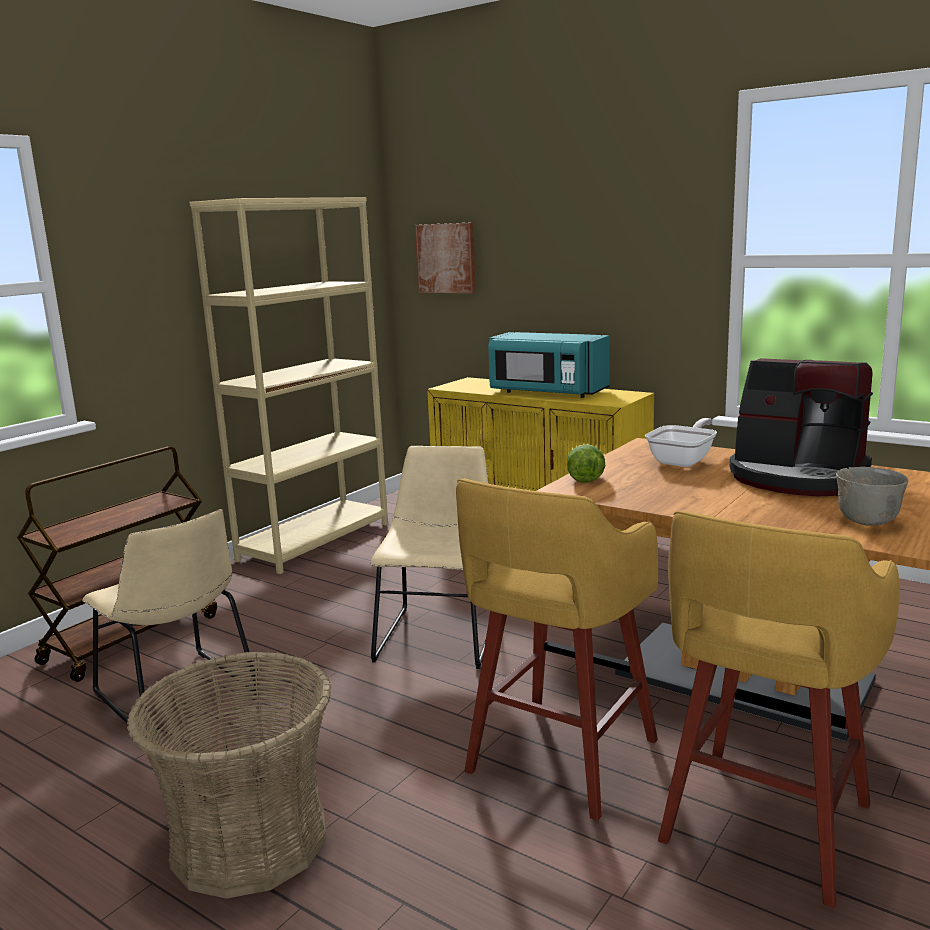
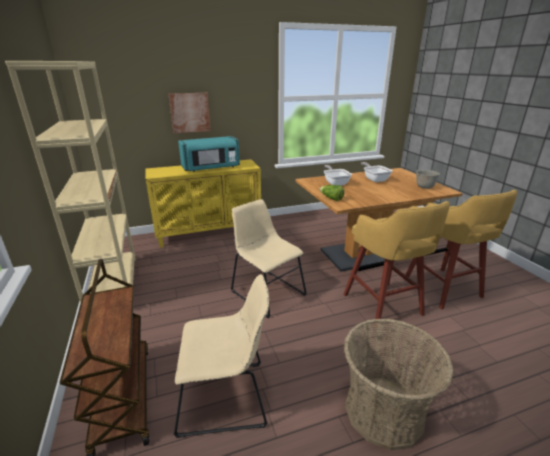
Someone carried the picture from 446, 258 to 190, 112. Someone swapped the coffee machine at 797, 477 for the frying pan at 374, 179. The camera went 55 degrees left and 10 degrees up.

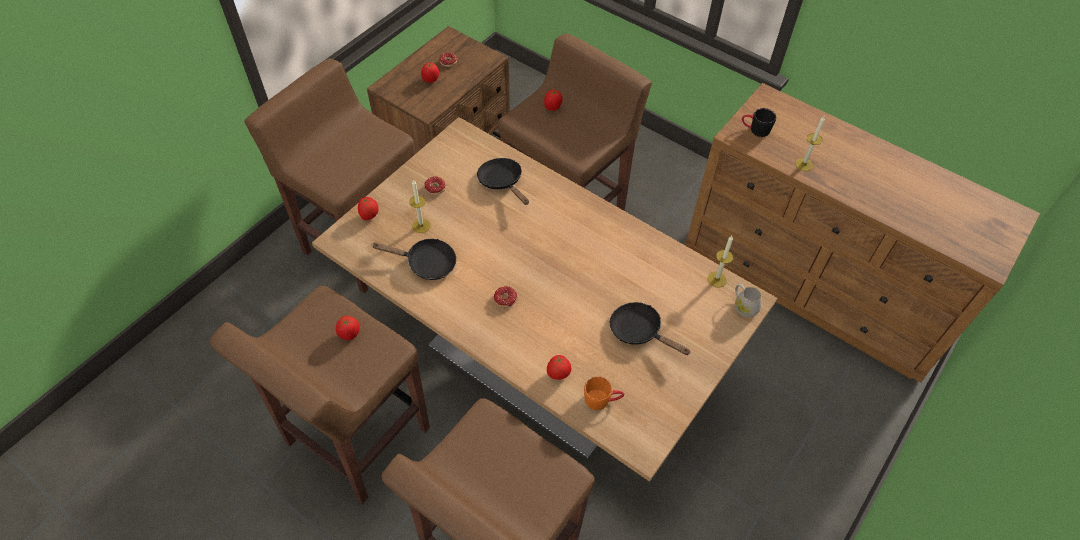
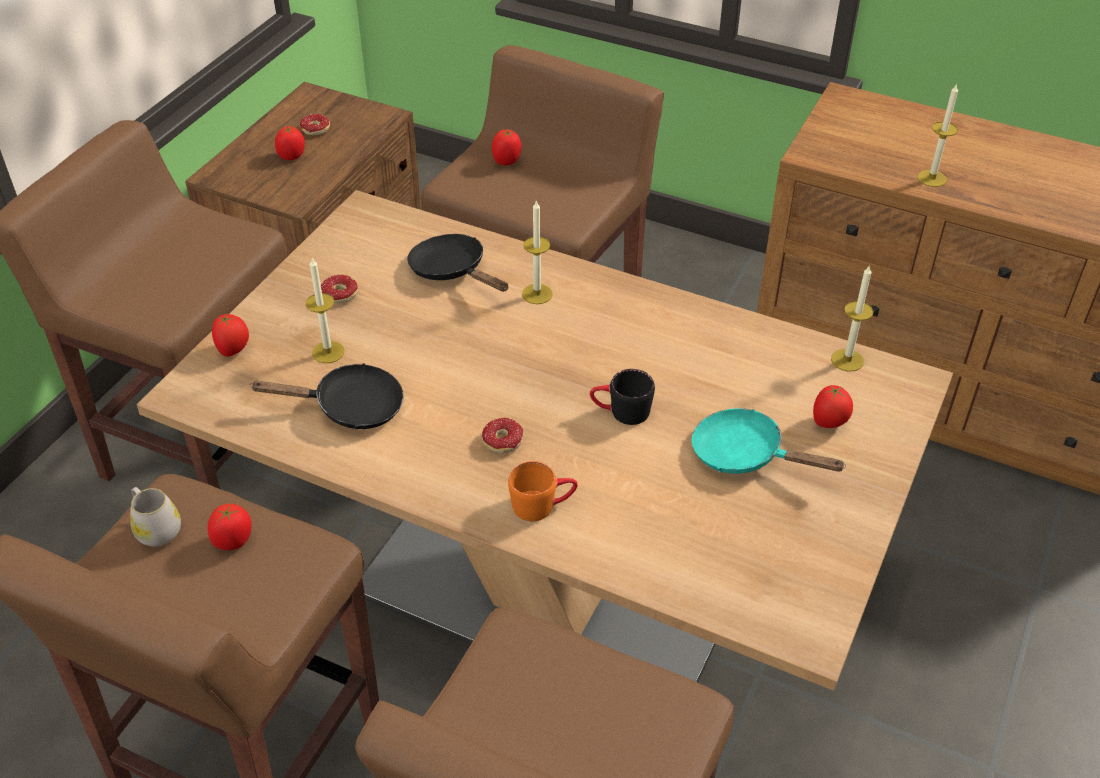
Someone put down the candle at 537, 294. Someone carried the tomato from 558, 374 to 829, 423. Someone carried the orange mug from 602, 399 to 543, 505. Someone carried the white mug from 743, 306 to 156, 528. Someone carried the black mug from 755, 129 to 621, 412. Someone repainted the black frying pan at 639, 331, which became the turquoise frying pan at 745, 454. The camera went 10 degrees left and 10 degrees down.

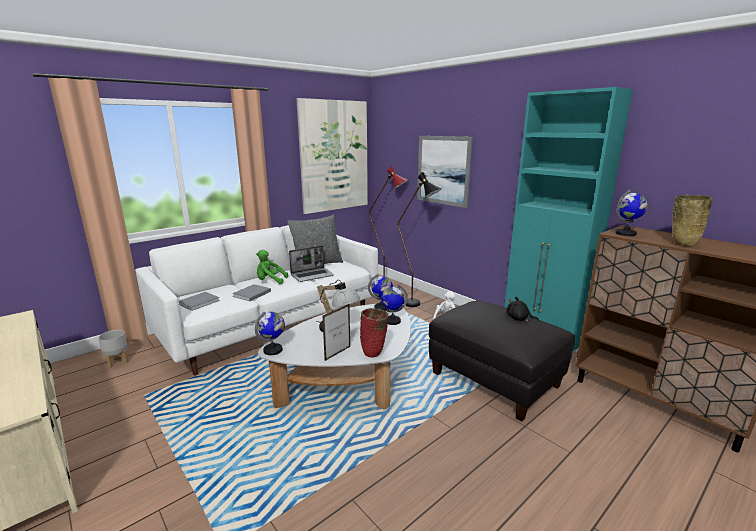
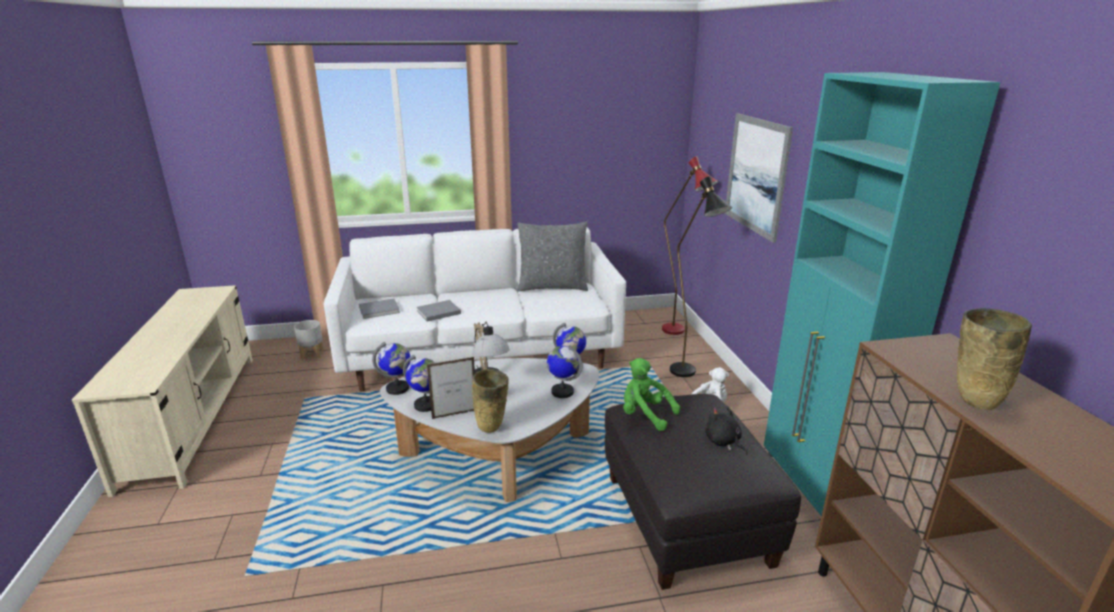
Someone took away the laptop at 312, 275. Someone took away the picture at 334, 156. Someone carried the green plush toy from 270, 281 to 645, 415. Someone carried the globe from 626, 234 to 426, 405. Someone repainted the red vase at 374, 354, which became the beige vase at 491, 428. The camera went 30 degrees right and 5 degrees up.

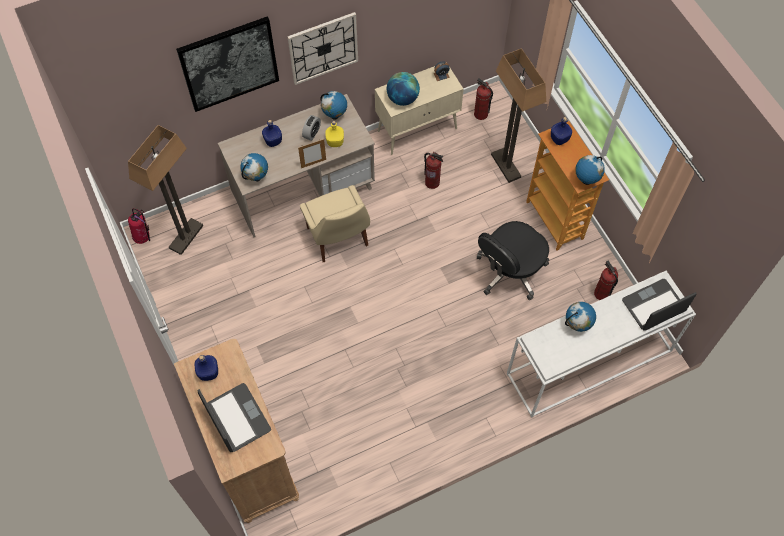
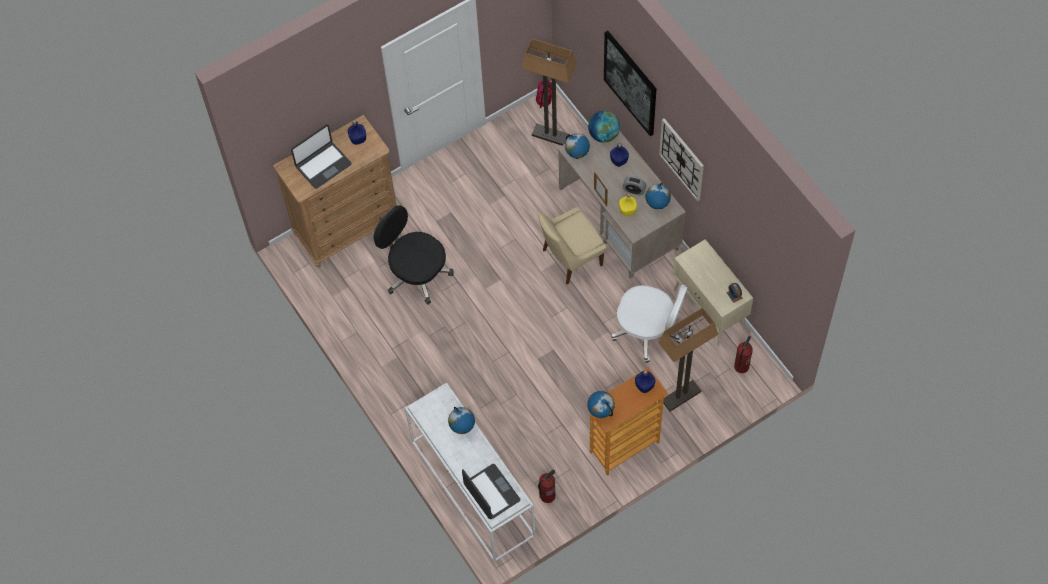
Someone carried the globe from 402, 98 to 603, 135. Someone carried the black office chair from 509, 271 to 416, 273. Someone swapped the fire extinguisher at 432, 182 for the white office chair at 648, 331. The camera went 85 degrees right and 0 degrees up.

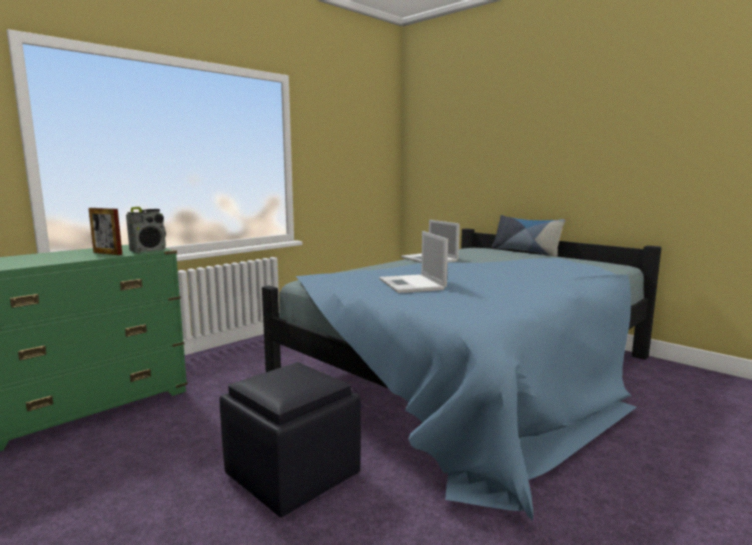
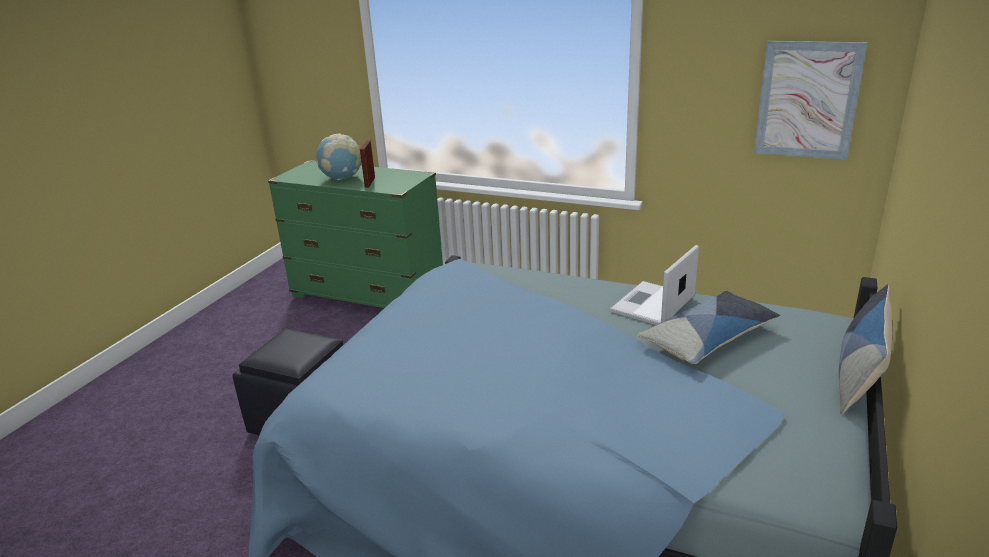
Someone took away the radio at 149, 250. Someone took away the laptop at 412, 284. Someone put down the globe at 342, 178. Someone put down the pillow at 709, 339. Someone put up the picture at 807, 100. The camera went 70 degrees right and 15 degrees up.

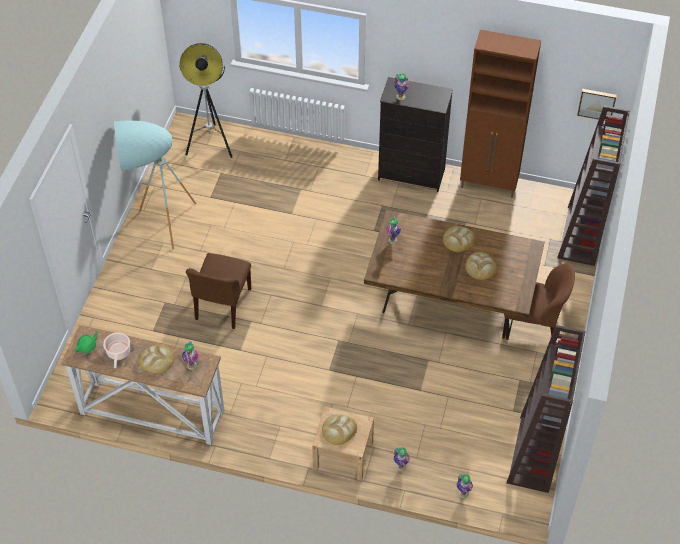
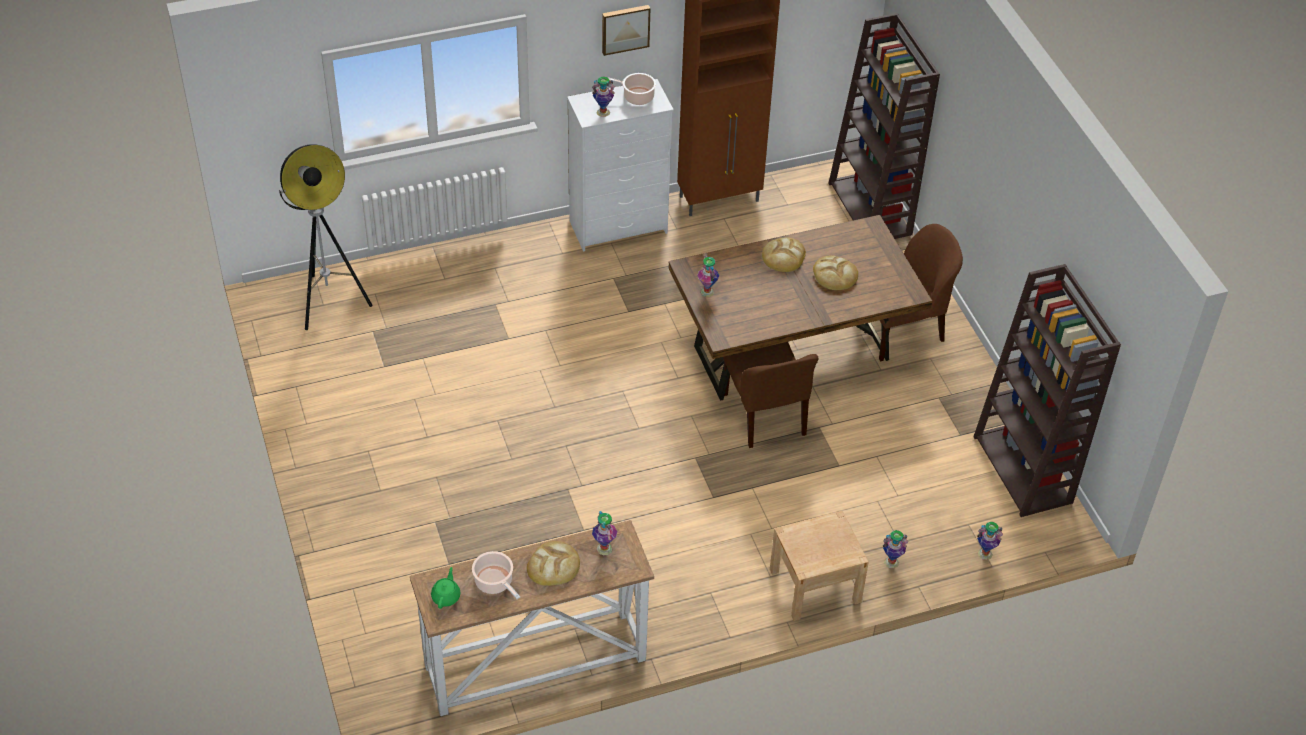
Someone took away the turquoise floor lamp at 157, 222. Someone took away the bread at 339, 430. Someone put down the cooking pot at 636, 97. Someone carried the brown chair from 222, 305 to 765, 416. Someone carried the picture from 597, 103 to 625, 28. Someone repainted the black dresser at 412, 175, which became the white dresser at 619, 227. The camera went 35 degrees left and 5 degrees down.

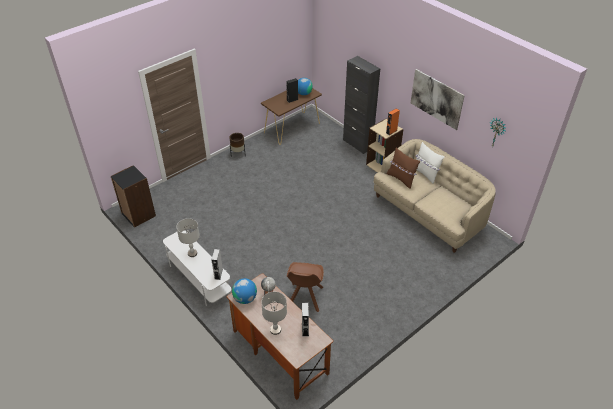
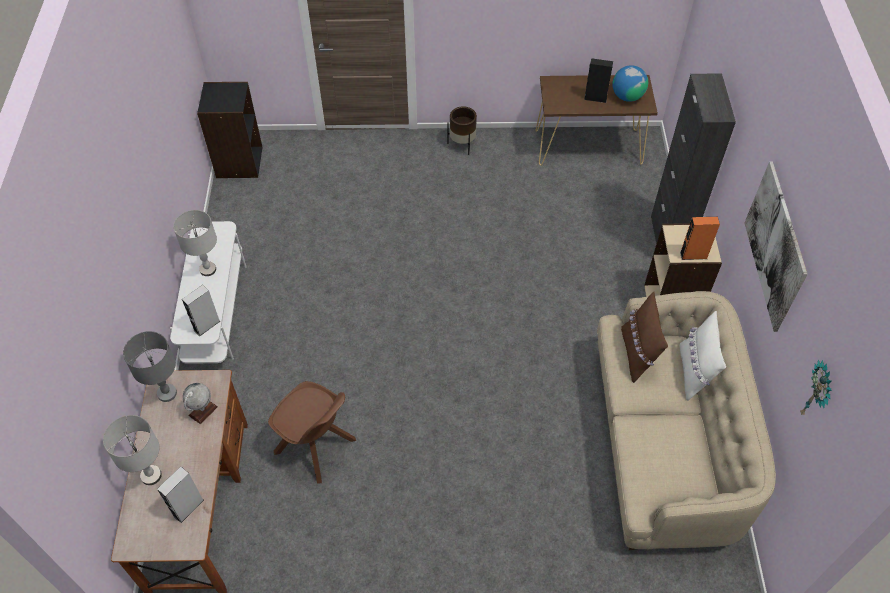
Someone swapped the globe at 245, 298 for the grey table lamp at 167, 393. Someone rotated the brown chair at 305, 298 by 105 degrees counterclockwise. The camera went 40 degrees right and 10 degrees up.

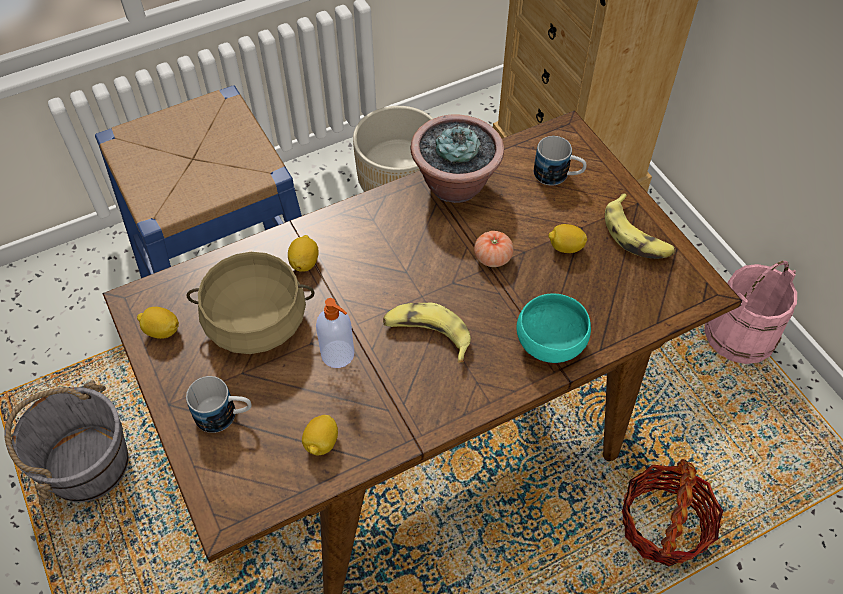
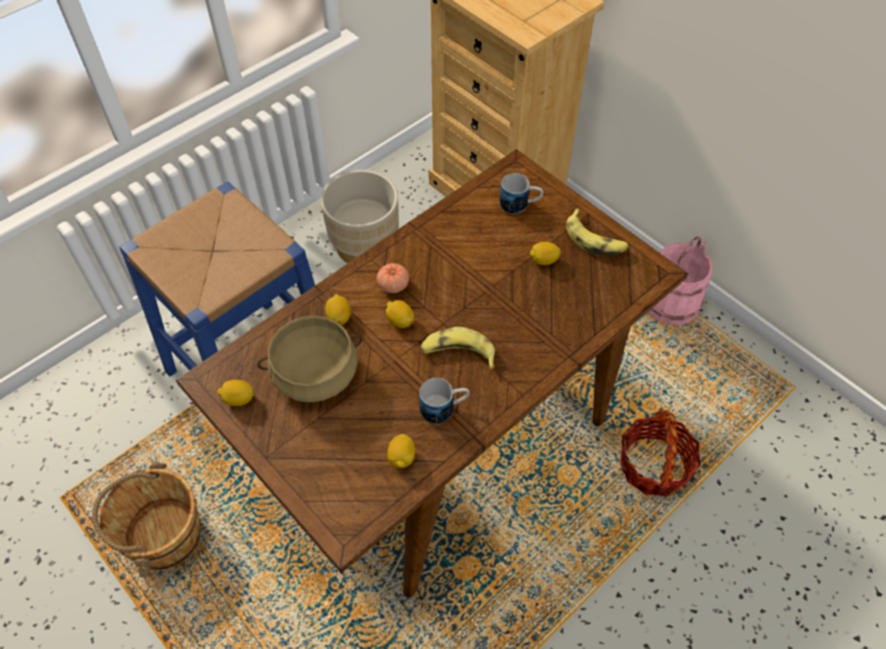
Someone took away the soap dispenser at 338, 355. Someone took away the potted plant at 455, 185. Someone took away the turquoise bowl at 549, 344. Someone put down the lemon at 400, 321. Someone carried the mug from 225, 415 to 444, 408. Someone carried the tomato from 492, 257 to 393, 285. Someone repainted the grey bucket at 86, 464, which became the brown bucket at 163, 535. The camera went 15 degrees left and 0 degrees up.

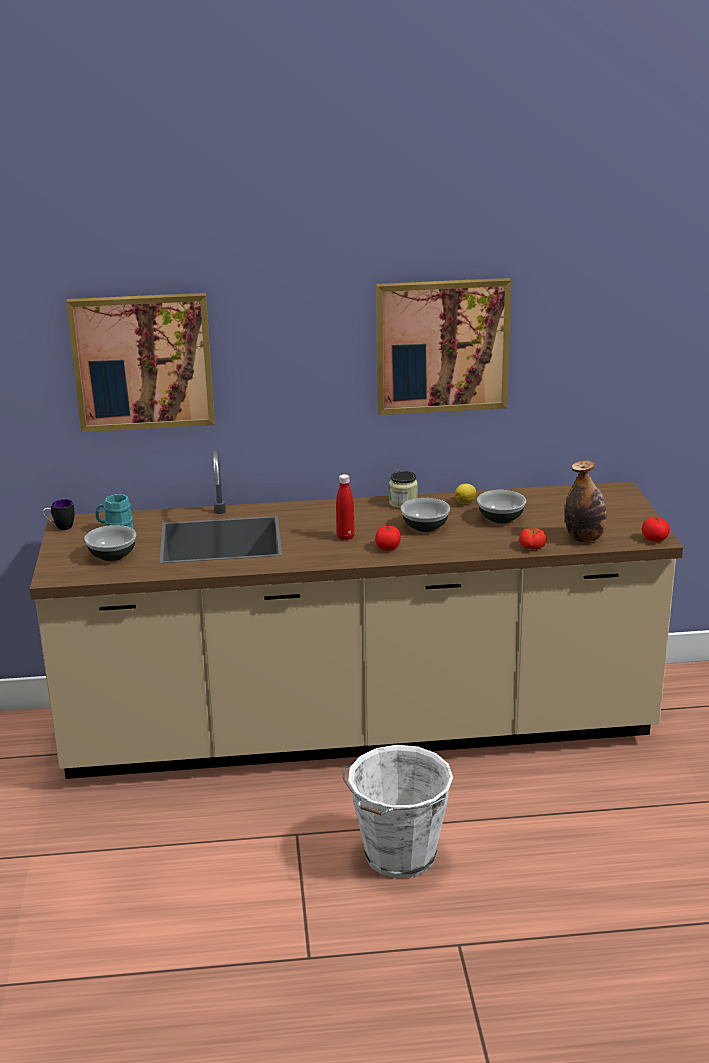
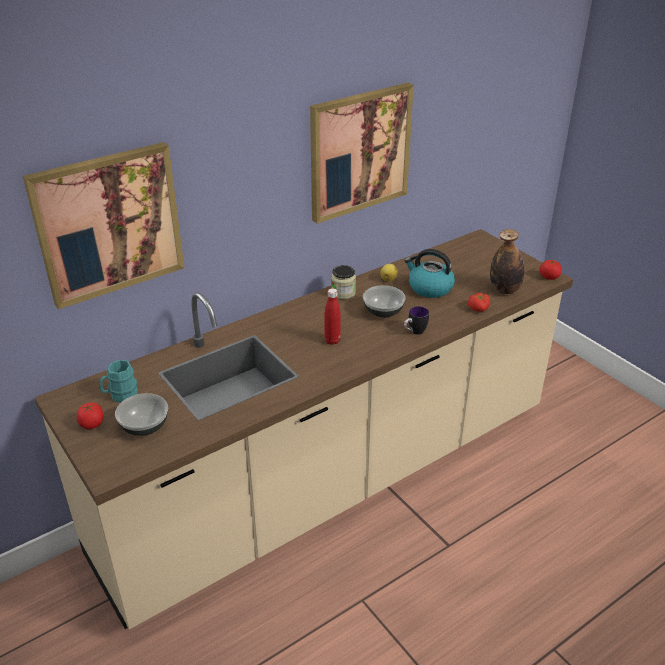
Someone took away the white bucket at 398, 857. Someone carried the mug from 60, 527 to 414, 332. Someone carried the tomato from 388, 548 to 92, 424. Someone swapped the bowl at 500, 519 for the kettle at 429, 288. The camera went 30 degrees left and 10 degrees up.

